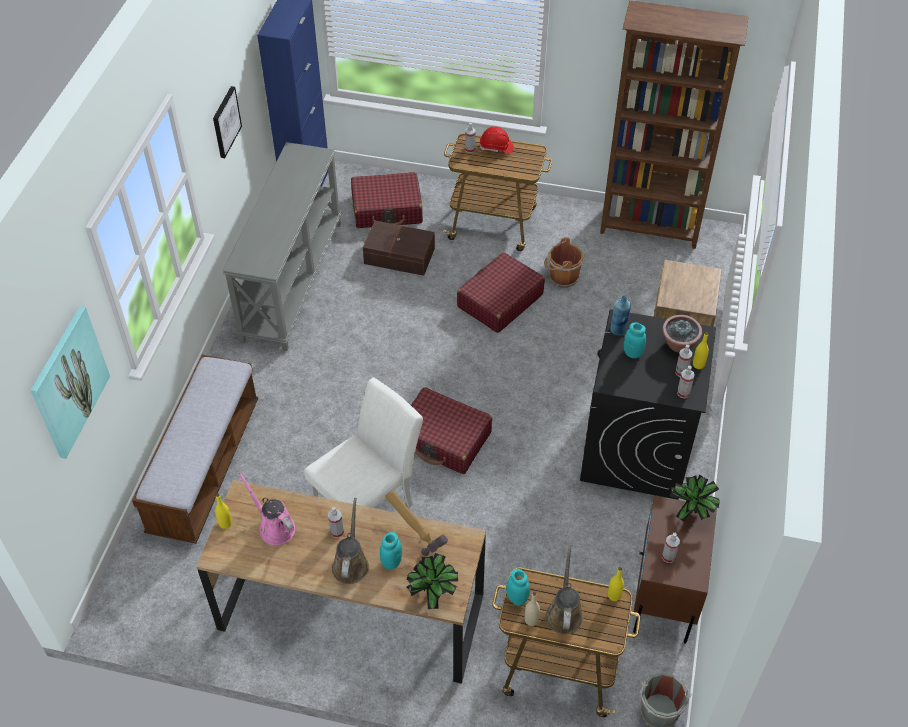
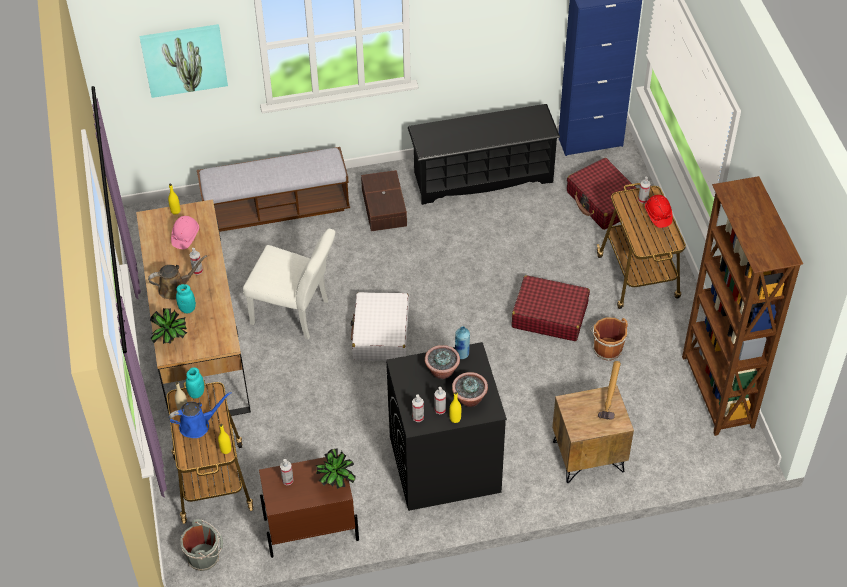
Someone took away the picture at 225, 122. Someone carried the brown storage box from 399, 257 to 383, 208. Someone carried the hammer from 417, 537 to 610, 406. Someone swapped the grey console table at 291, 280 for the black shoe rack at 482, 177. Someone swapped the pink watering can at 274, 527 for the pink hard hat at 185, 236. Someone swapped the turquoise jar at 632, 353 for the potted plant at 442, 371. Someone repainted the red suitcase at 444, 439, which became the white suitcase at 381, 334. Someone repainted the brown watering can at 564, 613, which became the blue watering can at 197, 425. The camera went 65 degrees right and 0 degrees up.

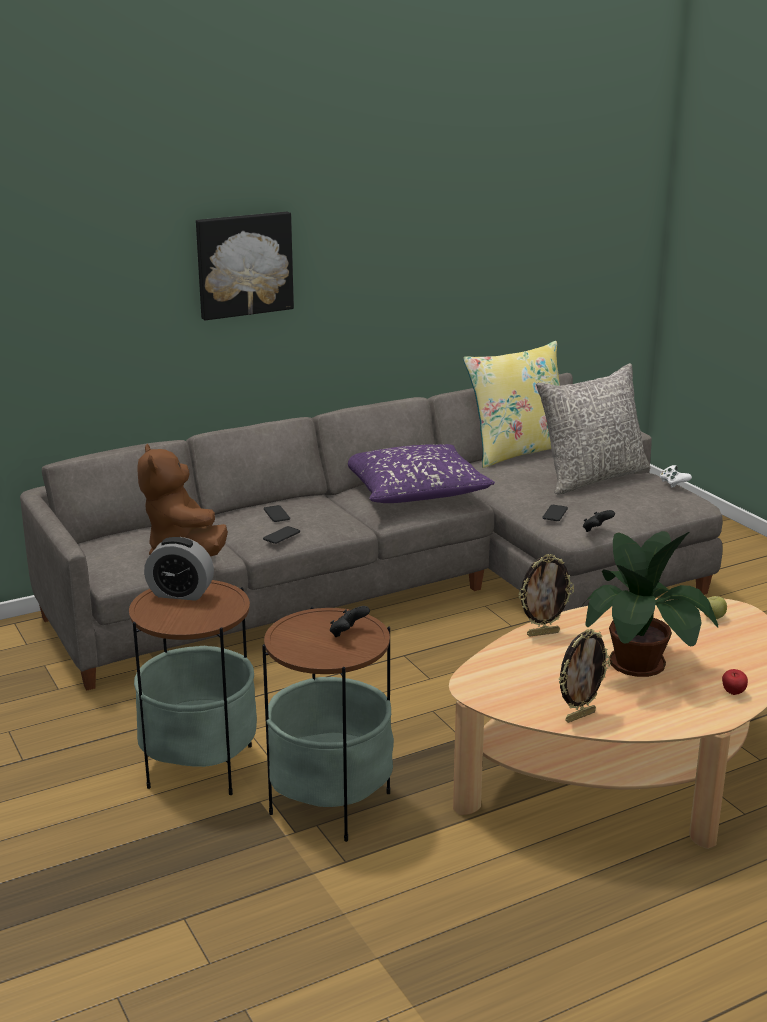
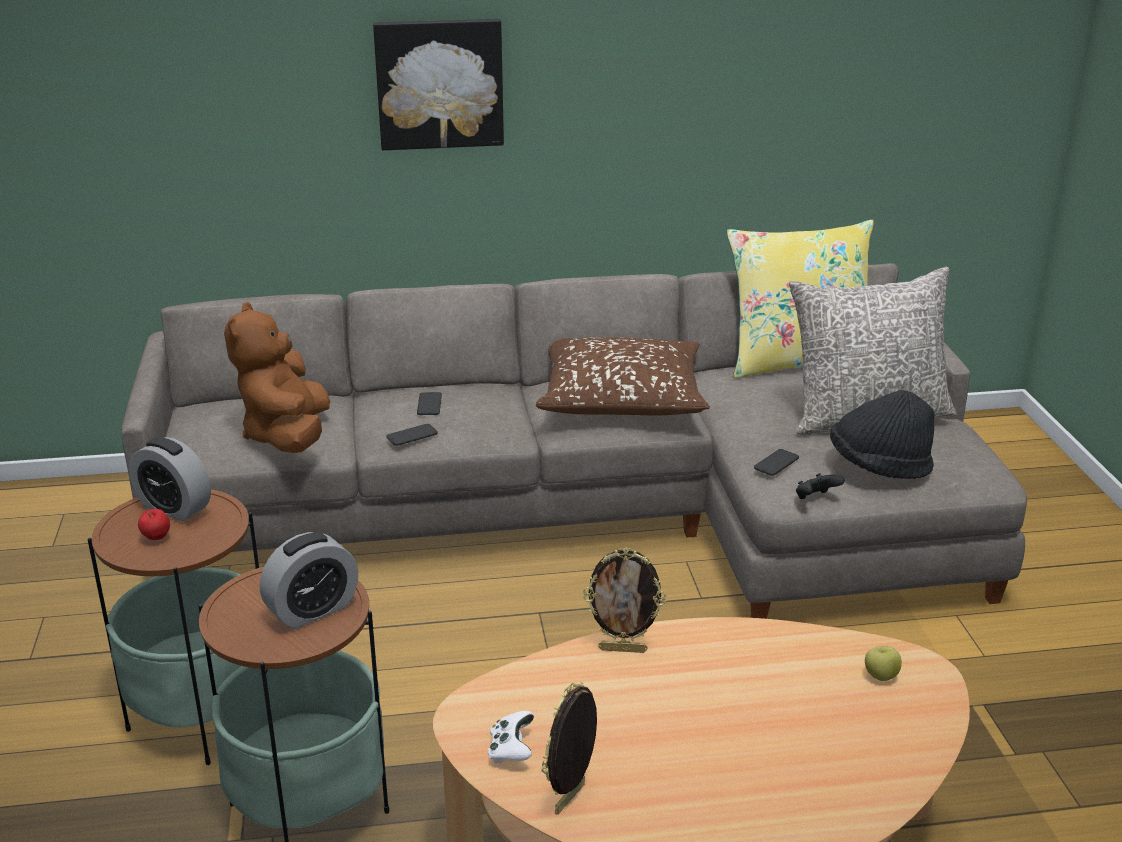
Someone took away the potted plant at 639, 665. Someone put down the black hat at 879, 466. Someone carried the white game controller from 673, 483 to 511, 750. Someone carried the apple from 733, 694 to 156, 539. Someone swapped the black game controller at 348, 633 for the alarm clock at 312, 610. Someone repainted the purple pillow at 414, 490, which became the brown pillow at 621, 398. Someone rotated the picture frame at 579, 716 by 135 degrees clockwise. The camera went 20 degrees right and 5 degrees up.

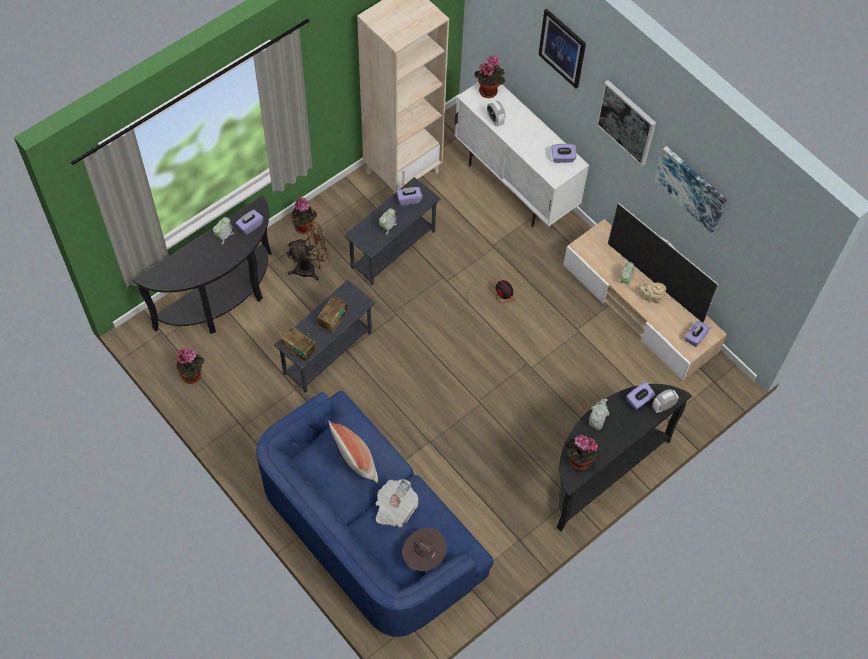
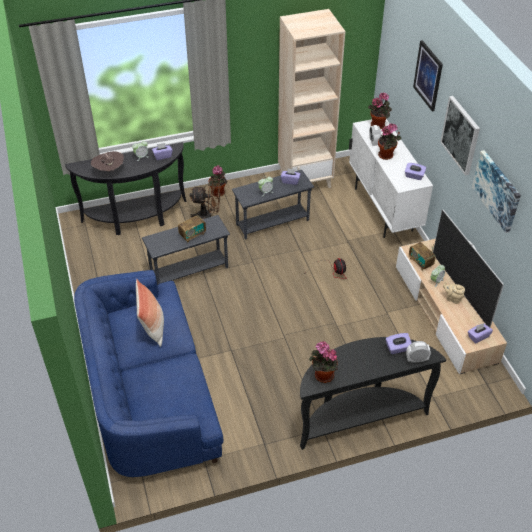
Someone took away the newspaper at 394, 508. Someone took away the grey teapot at 597, 420. Someone carried the potted plant from 193, 375 to 387, 156. Someone carried the radio from 299, 349 to 420, 262. Someone carried the brown hat from 423, 555 to 109, 170. The camera went 25 degrees right and 15 degrees down.

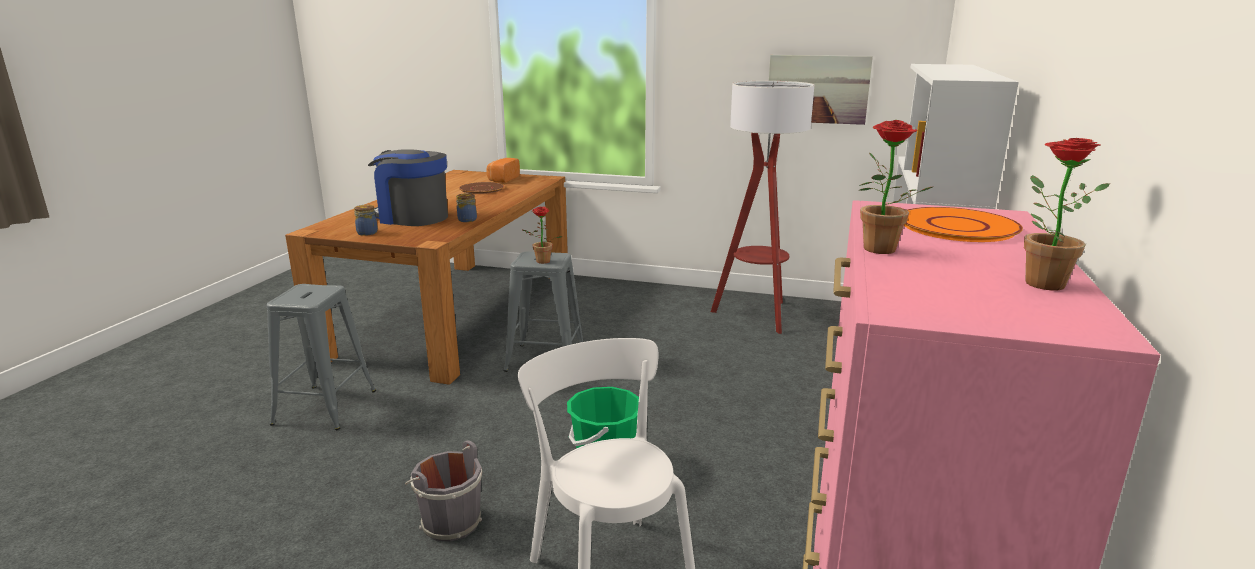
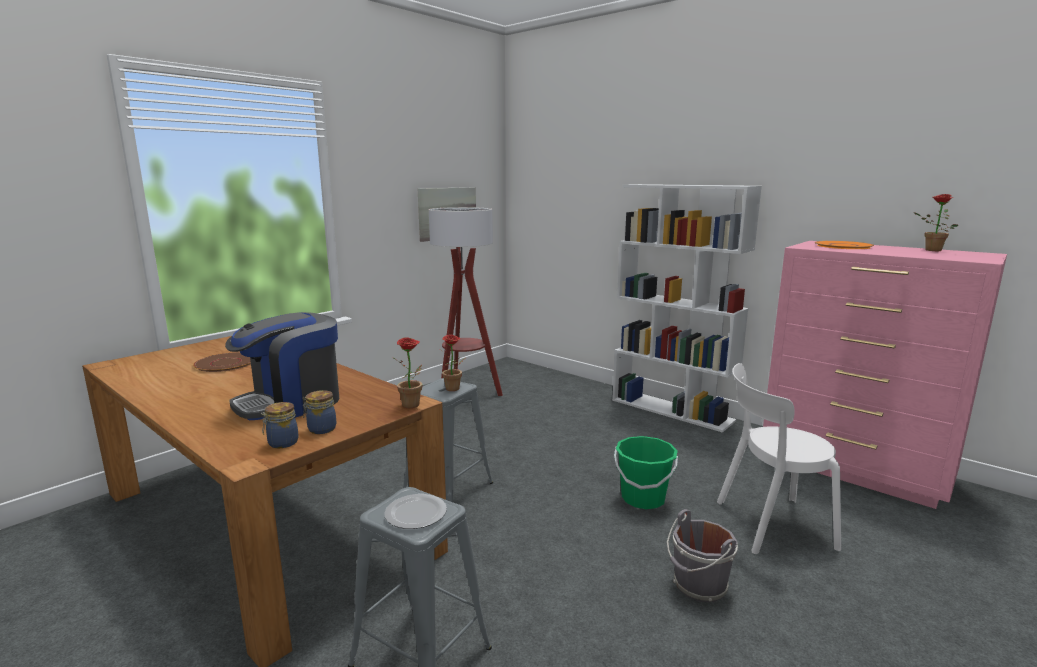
Someone took away the bread at 502, 179. Someone put down the plate at 415, 514. Someone carried the jar from 466, 220 to 281, 443. Someone carried the potted plant from 880, 251 to 413, 406. The camera went 65 degrees left and 5 degrees down.

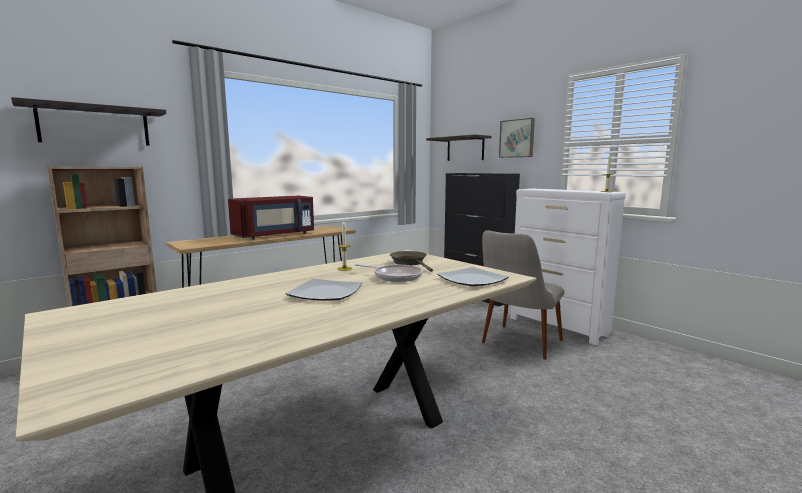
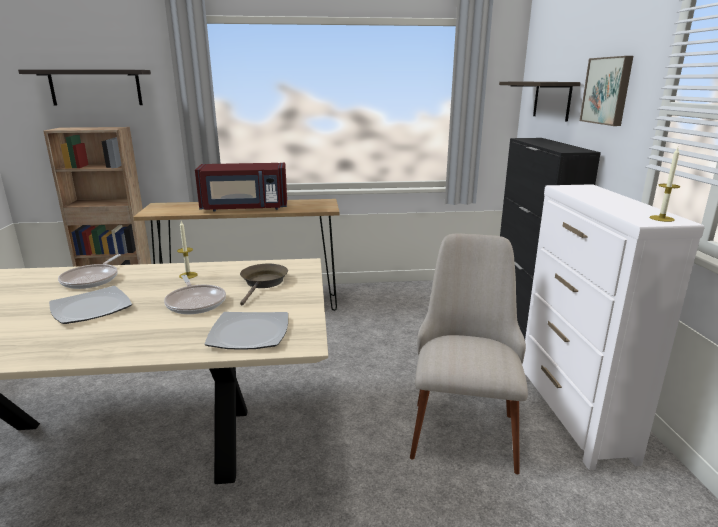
Someone put down the frying pan at 92, 279. Someone rotated the beige chair at 517, 346 by 120 degrees clockwise. The camera went 35 degrees right and 10 degrees up.

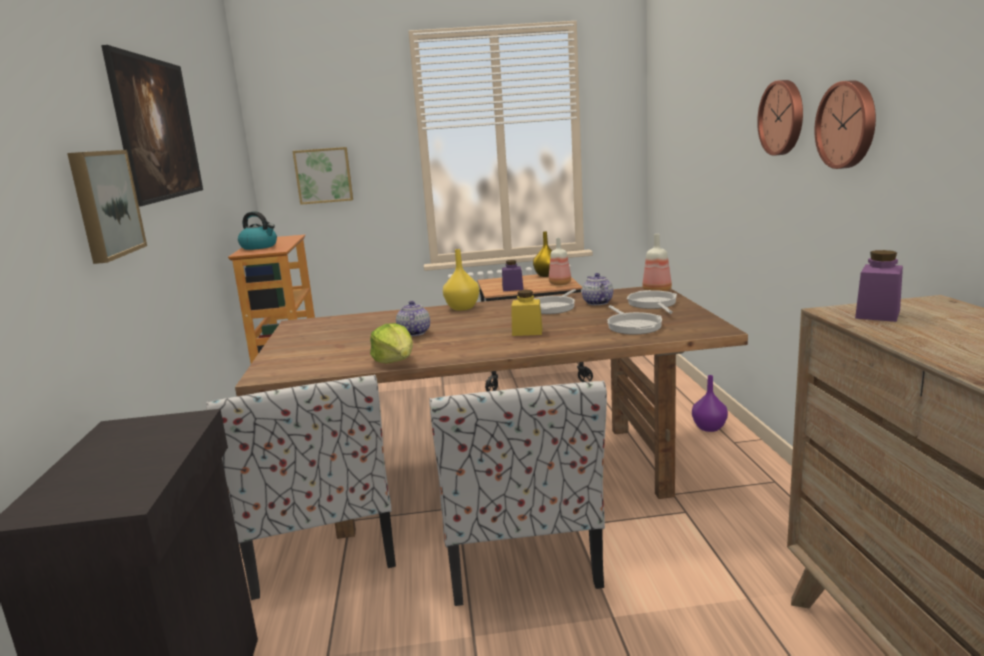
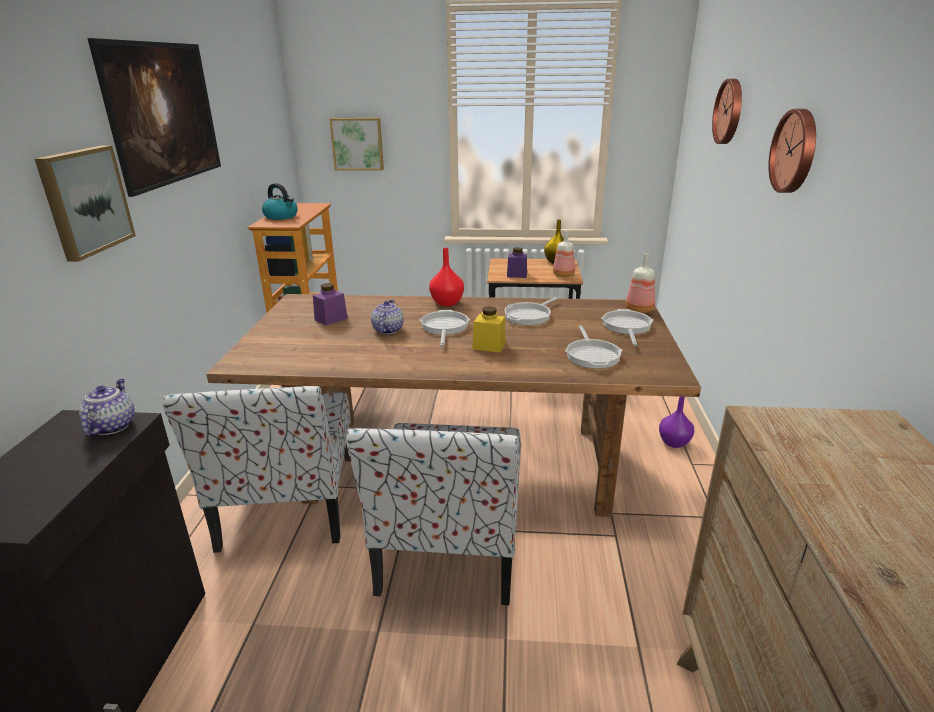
Someone took away the lettuce at 395, 361. Someone put down the frying pan at 444, 328. Someone carried the teapot from 597, 302 to 112, 426. Someone carried the wall clock from 848, 125 to 730, 112. Someone carried the purple jar from 877, 314 to 331, 319. Someone repainted the yellow vase at 461, 308, which became the red vase at 446, 303. The camera went 10 degrees right and 10 degrees up.

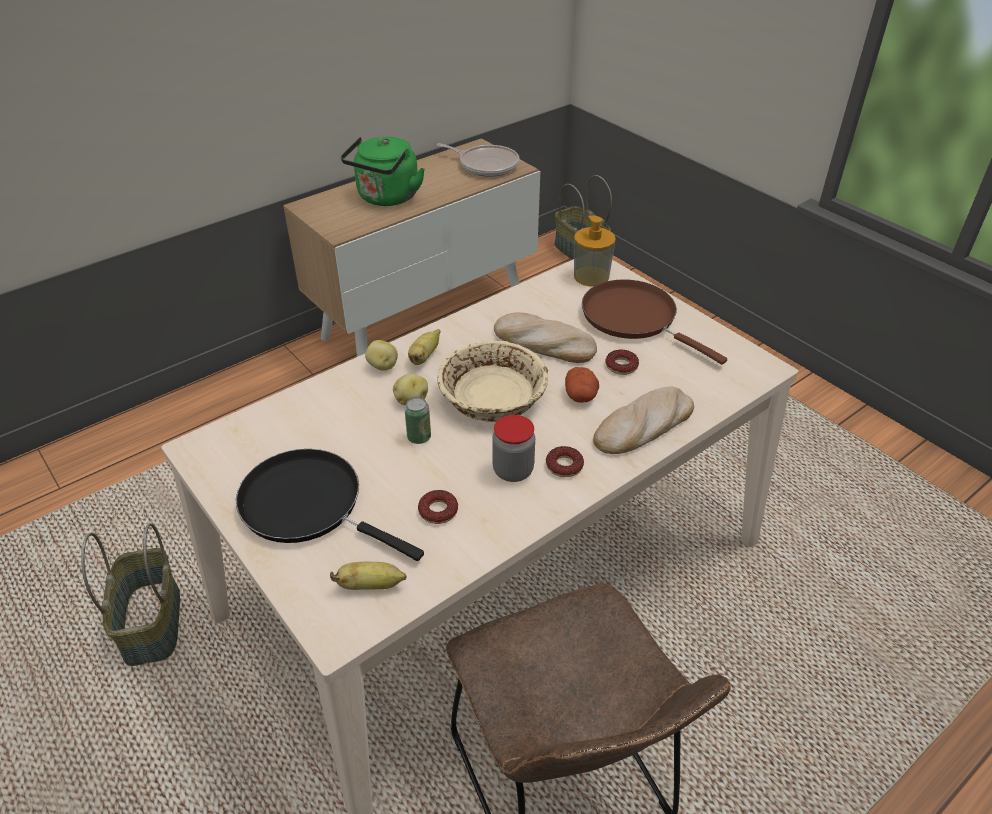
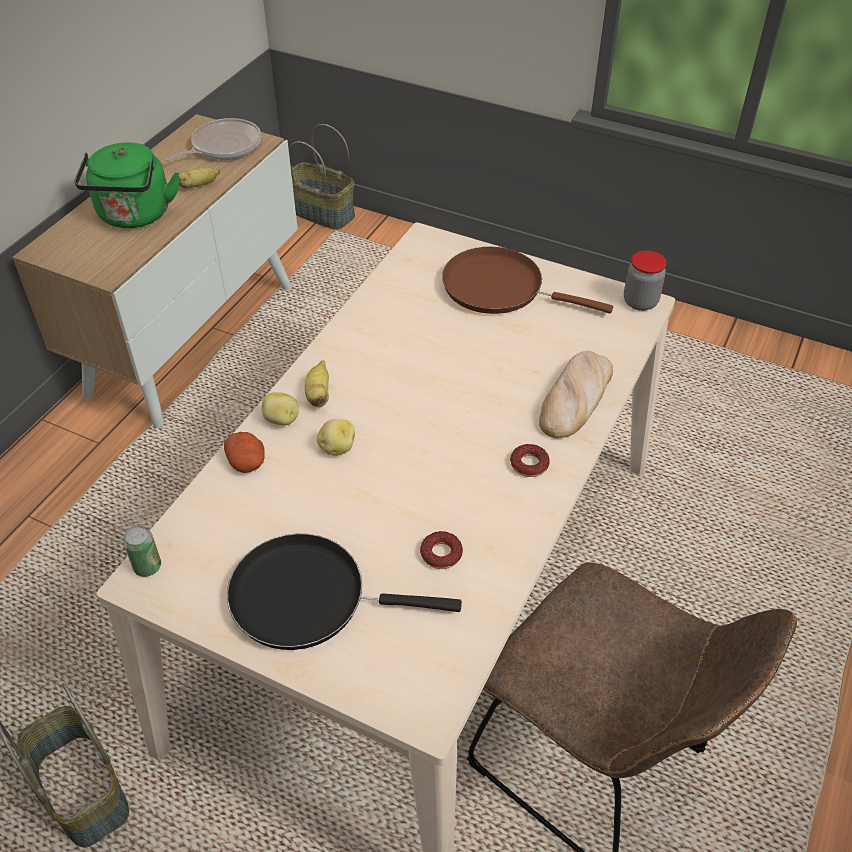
Someone took away the beige bowl at 493, 397. Someone took away the bread at 543, 343. Someone took away the soap dispenser at 591, 276. Someone took away the donut at 621, 366. Someone carried the banana from 371, 585 to 199, 185. Someone carried the can from 419, 437 to 147, 567. Someone carried the jar from 513, 470 to 640, 302. Someone carried the potato from 581, 395 to 247, 462. Someone rotated the frying pan at 486, 165 by 45 degrees counterclockwise. The camera went 25 degrees left and 5 degrees up.

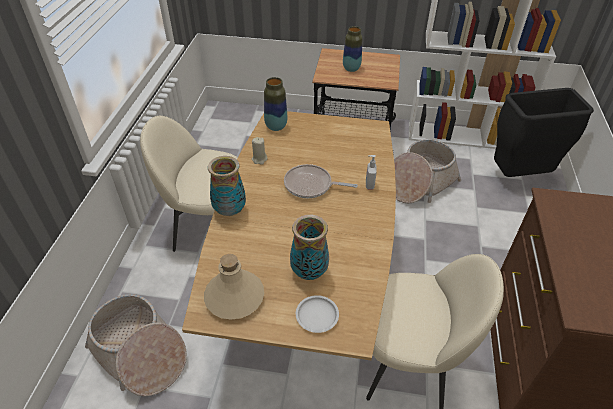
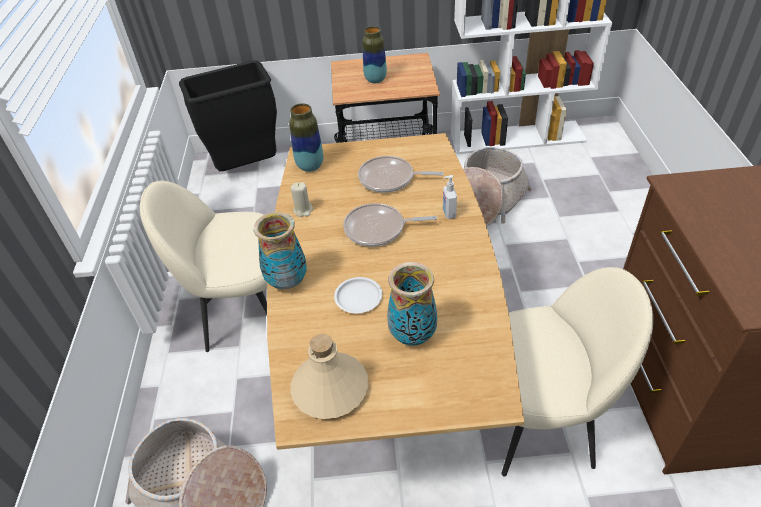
Someone put down the frying pan at 390, 179. Someone carried the white plate from 317, 315 to 359, 297. Someone carried the black trash can from 518, 175 to 247, 168. The camera went 10 degrees left and 0 degrees up.

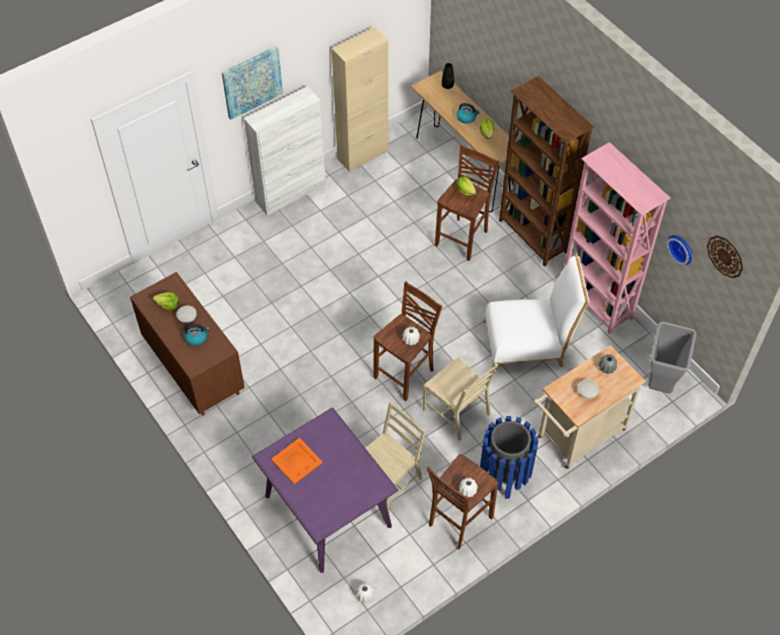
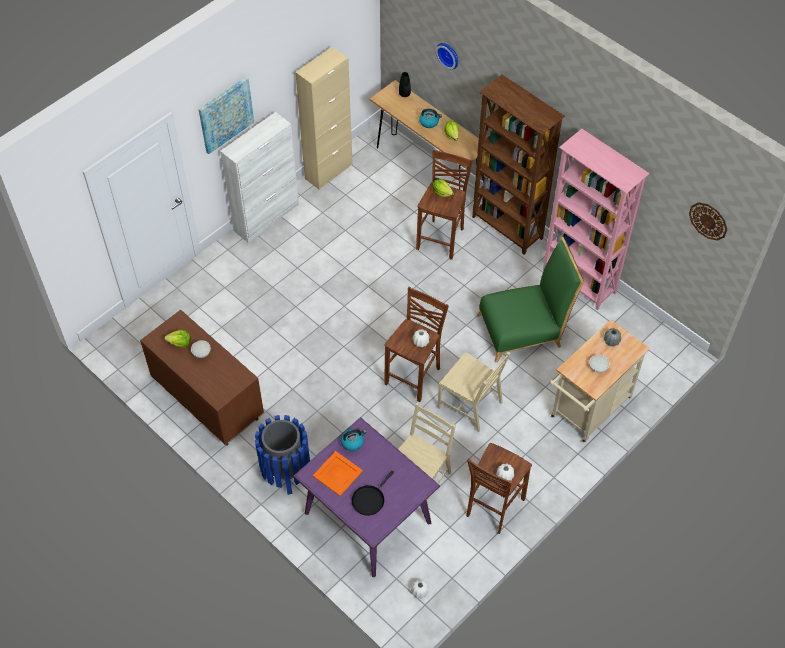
Someone took away the grey trash can at 660, 383. Someone put down the black frying pan at 369, 499. Someone carried the kettle from 196, 338 to 352, 442. Someone carried the blue trash can from 505, 475 to 286, 472. Someone carried the wall clock from 681, 248 to 449, 54. Someone repainted the white chair at 529, 343, which became the green chair at 524, 329. The camera went 10 degrees left and 0 degrees up.

